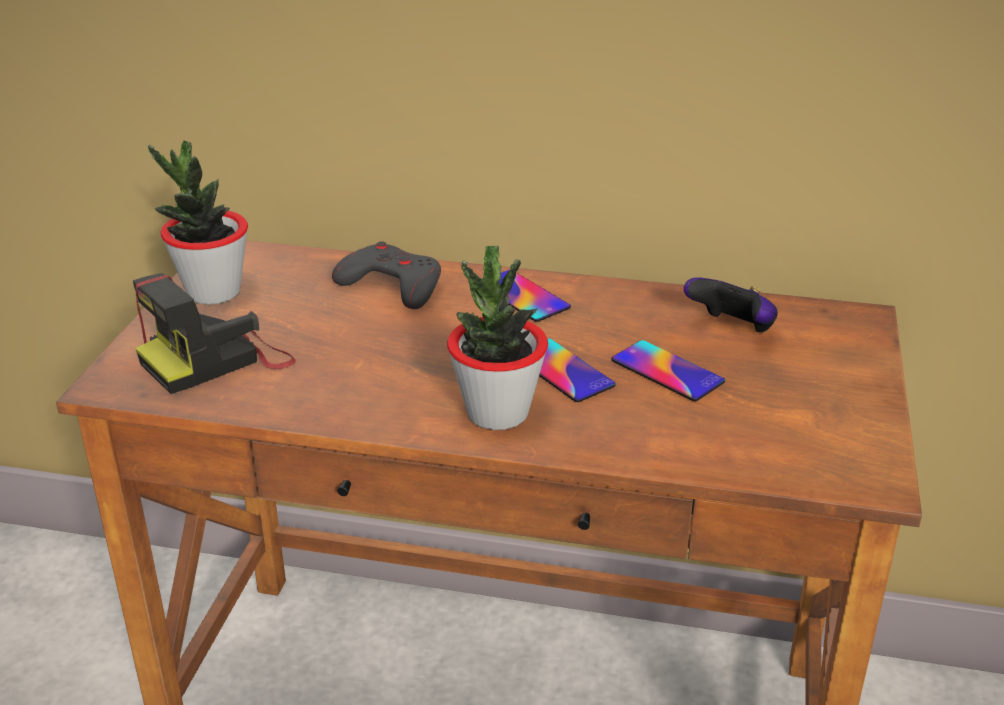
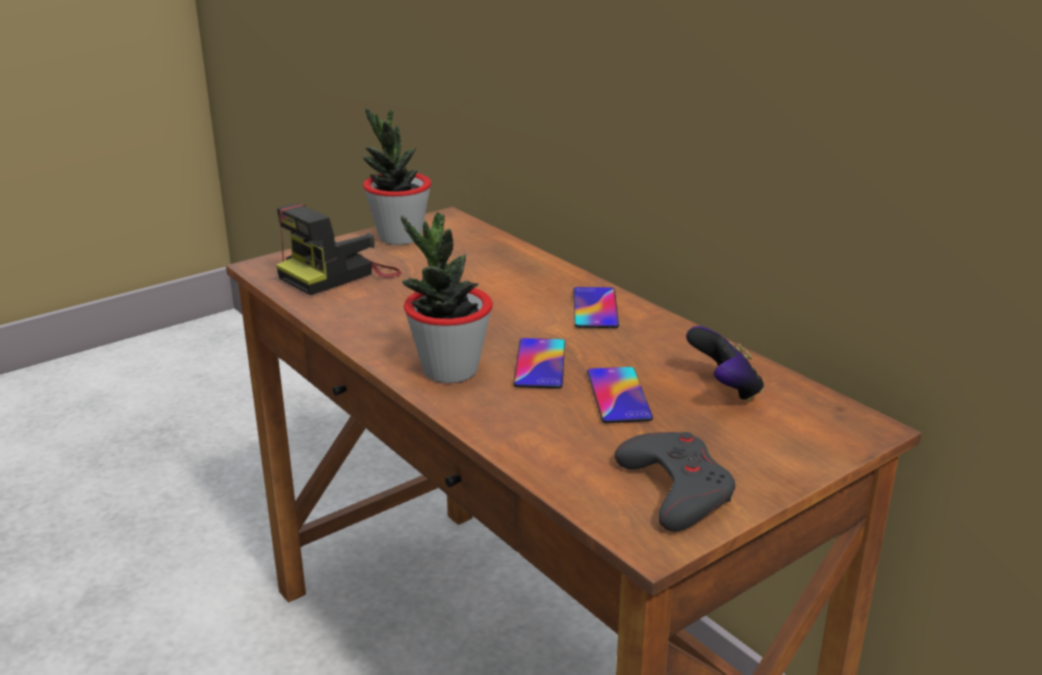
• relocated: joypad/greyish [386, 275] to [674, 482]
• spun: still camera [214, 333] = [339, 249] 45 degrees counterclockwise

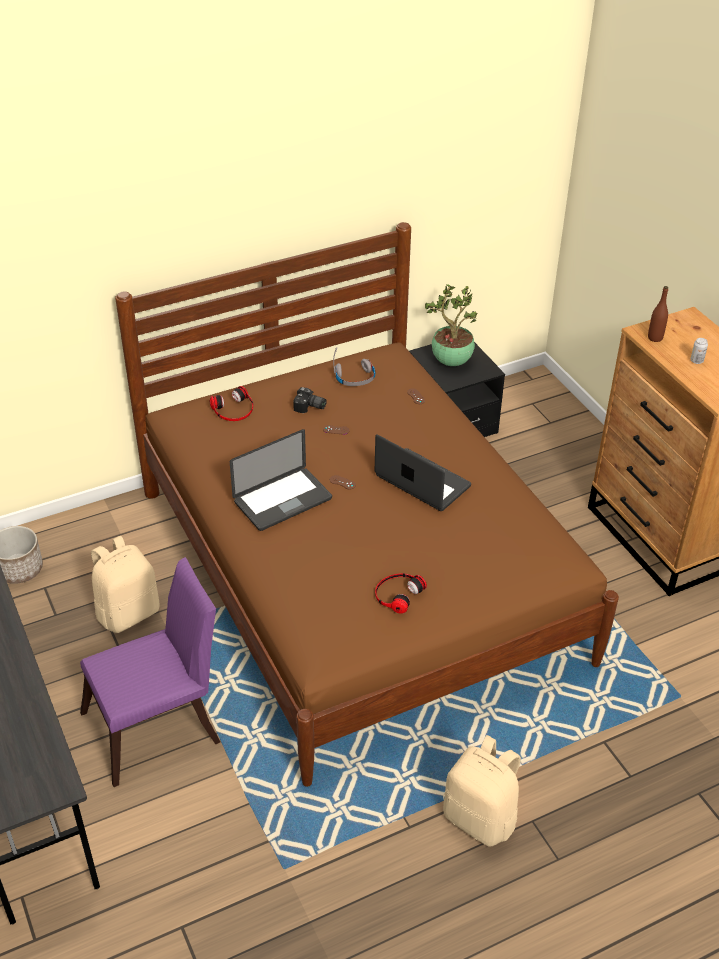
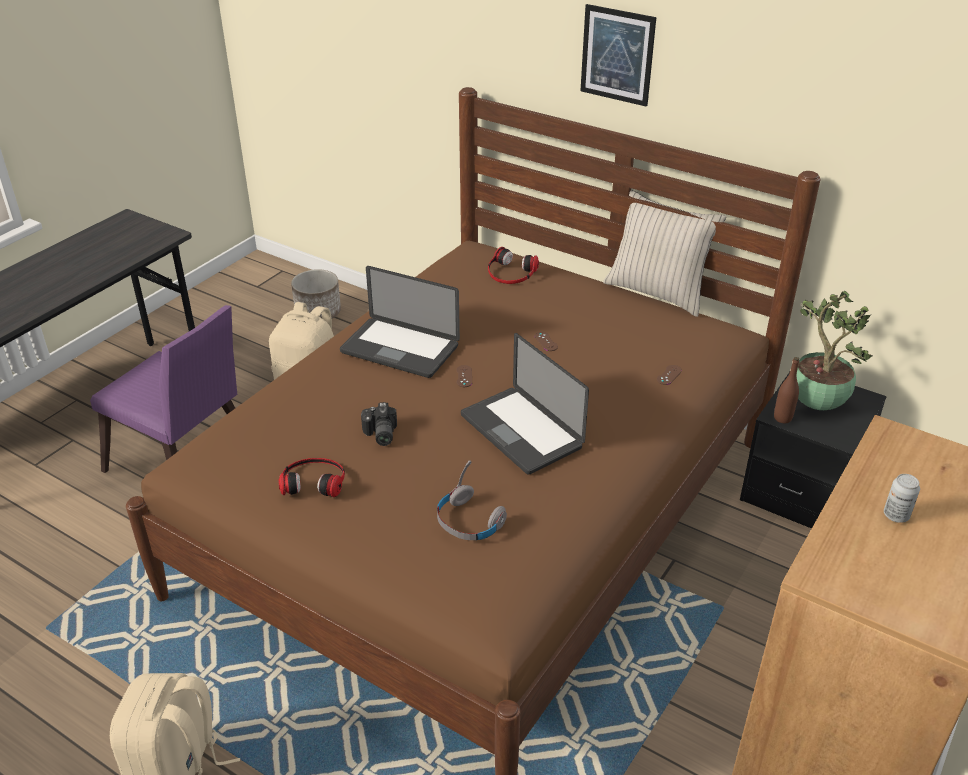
• relocated: beverage bottle/brownish [658, 314] to [786, 390]
• relocated: headset/greyish [354, 366] to [472, 500]
• relocated: still camera [310, 400] to [379, 424]
• spun: portable computer [423, 472] = [525, 403] 135 degrees clockwise
• appeared: wall picture [618, 55]
• appeared: throw pillow/sand-coloured [664, 253]

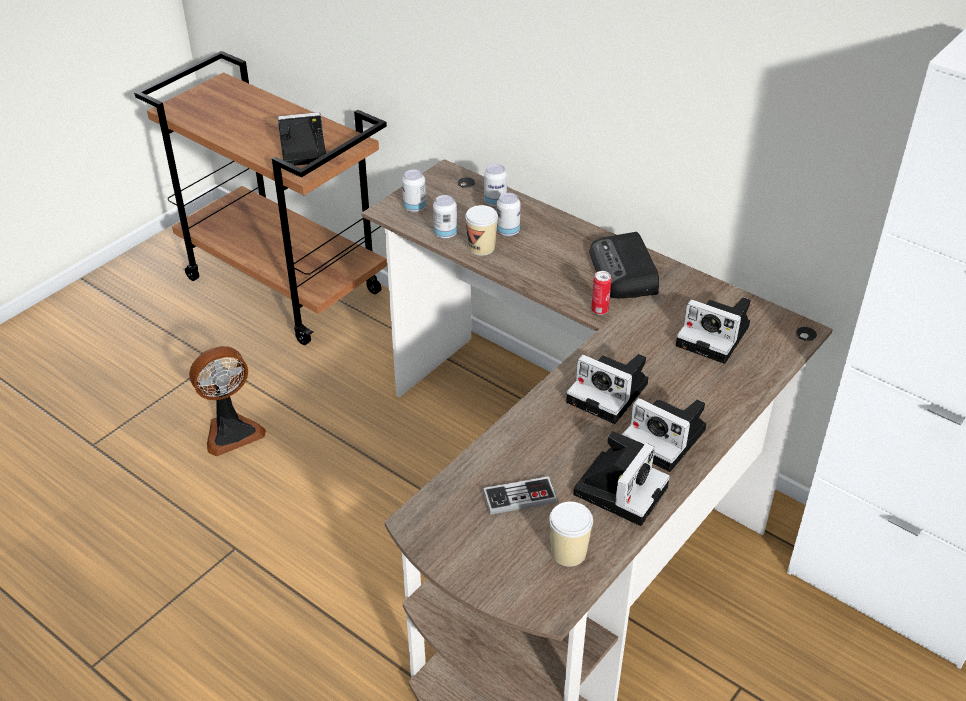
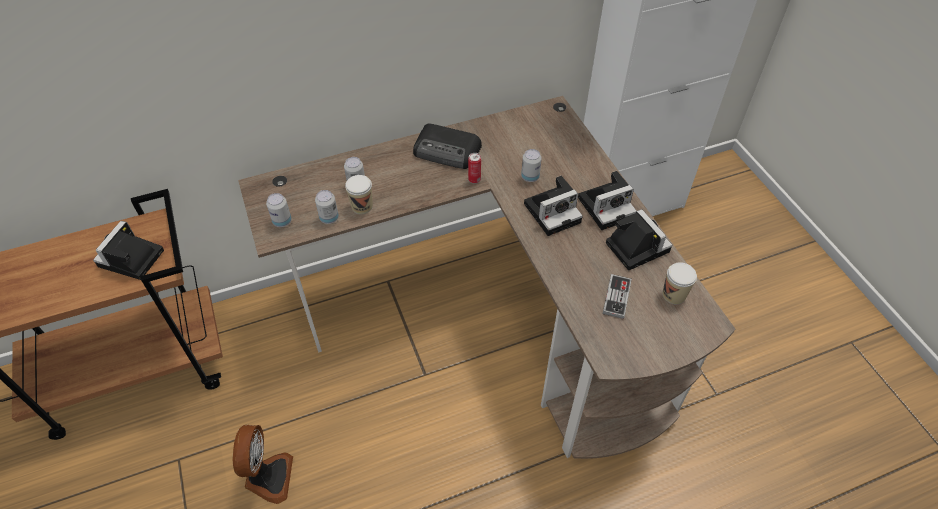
• relocated: sealed can [495, 185] to [531, 165]
• missing: still camera [713, 330]

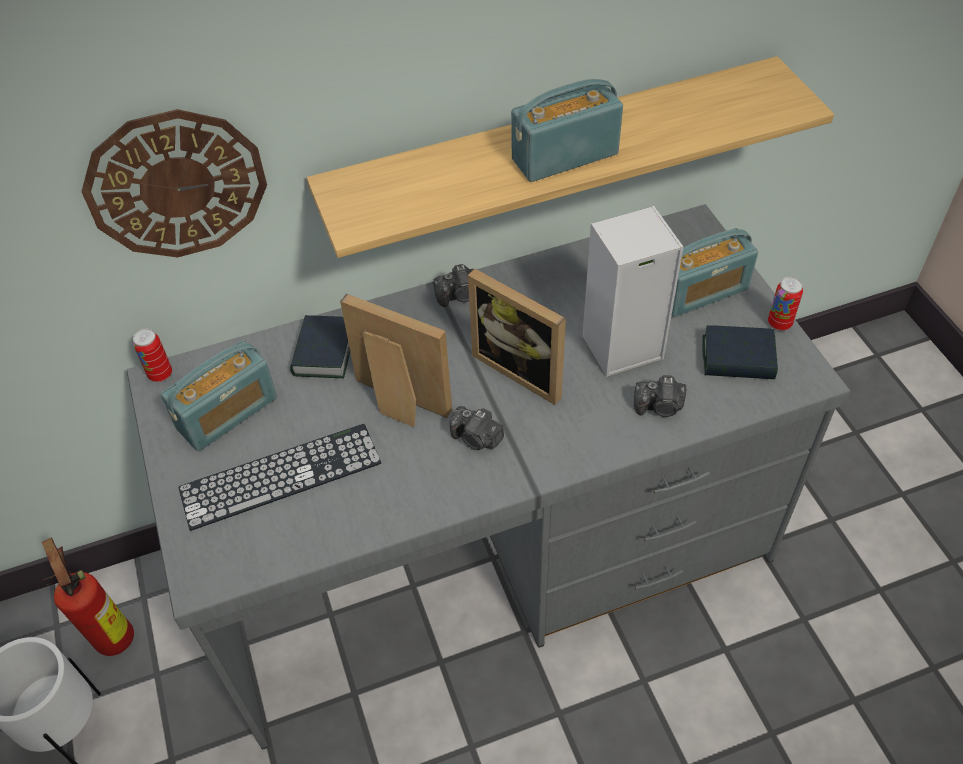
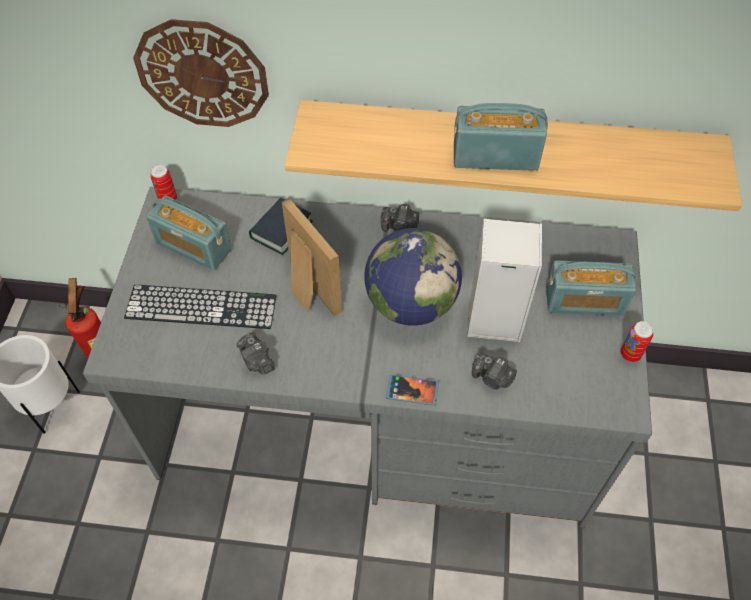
• exchanged: photo frame [517, 337] to globe [413, 277]
• missing: book [740, 352]
• spun: radio receiver [218, 395] = [189, 233] 45 degrees clockwise
• relocated: still camera [477, 428] to [256, 353]
• appeared: telephone [412, 389]

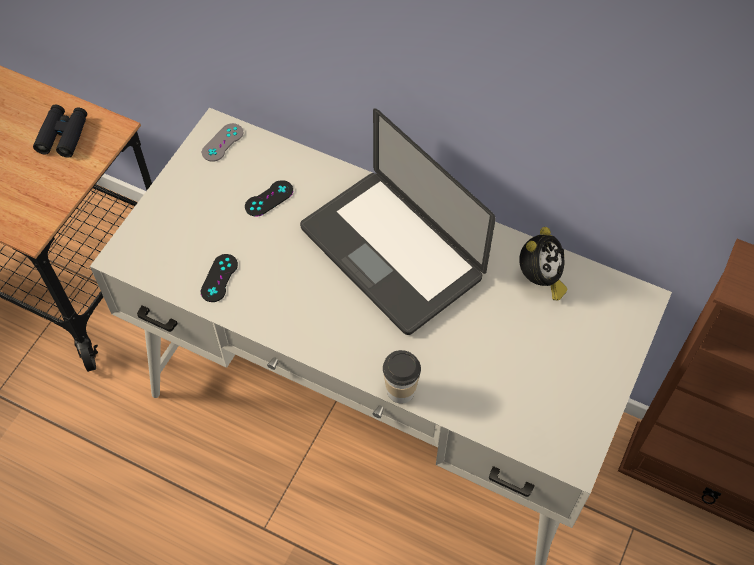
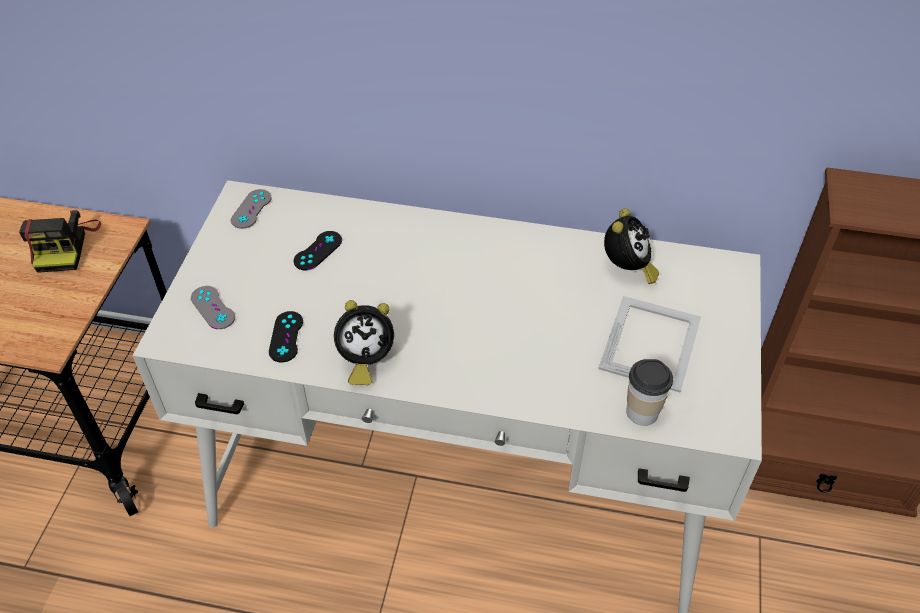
• exchanged: field glasses/black-coloured [60, 131] to still camera [60, 241]
• missing: portable computer [398, 221]
• relocated: cup [402, 377] to [649, 392]
• appeared: joypad/greyish [213, 307]
• appeared: photo frame [649, 344]
• appeared: bedside clock [364, 342]

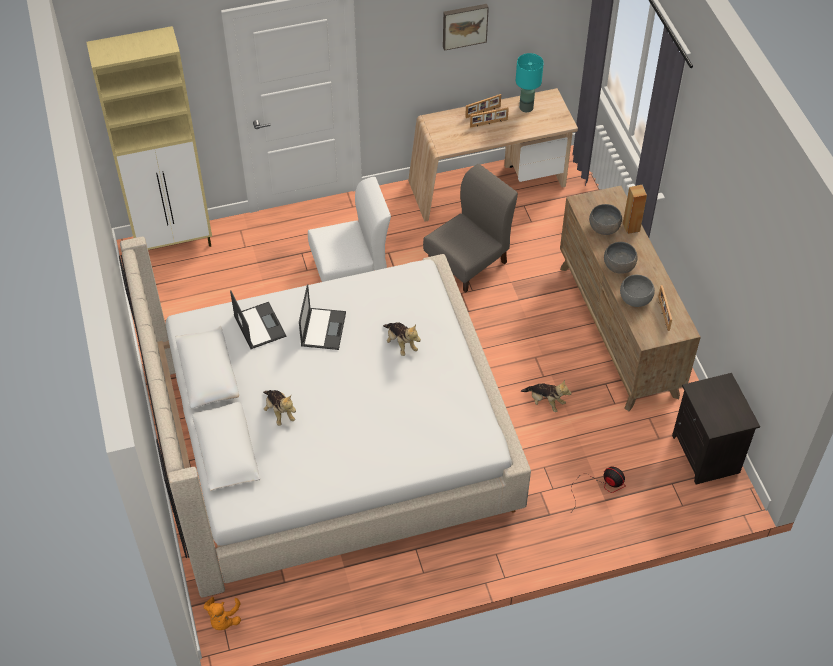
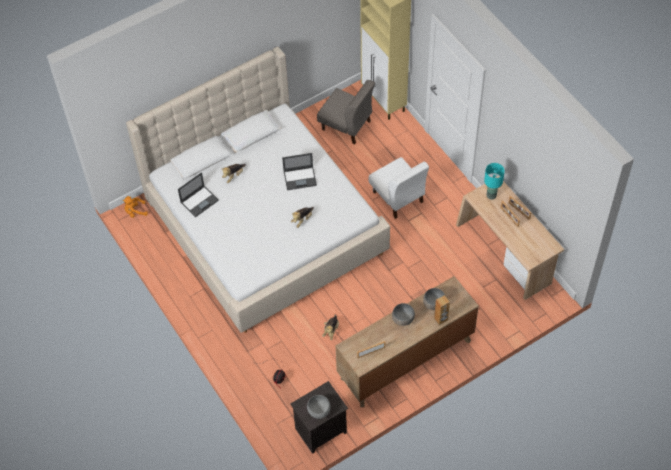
• missing: wall picture [466, 27]
• relocated: table lamp/blue-green [530, 82] to [494, 181]
• relocated: plain chair/greyish [470, 228] to [346, 112]
• relocated: bowl/greyish [637, 291] to [319, 407]
• relocated: portable computer [258, 319] to [198, 194]

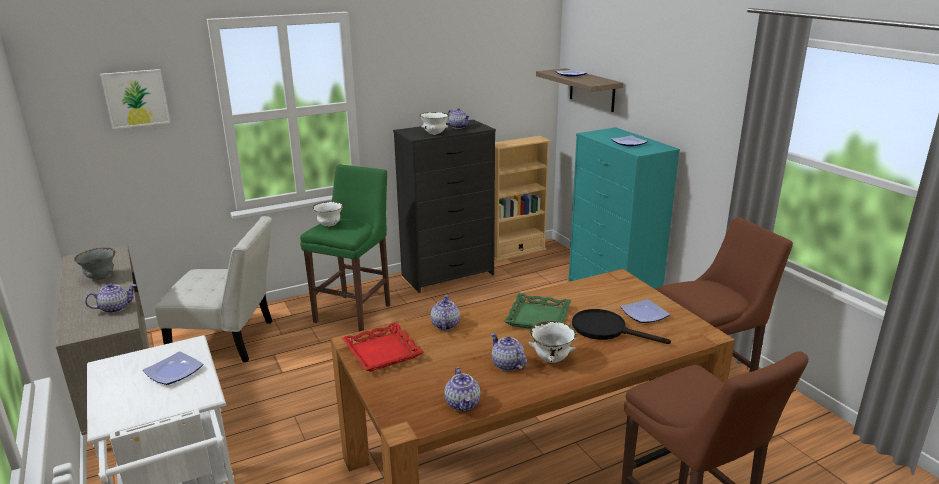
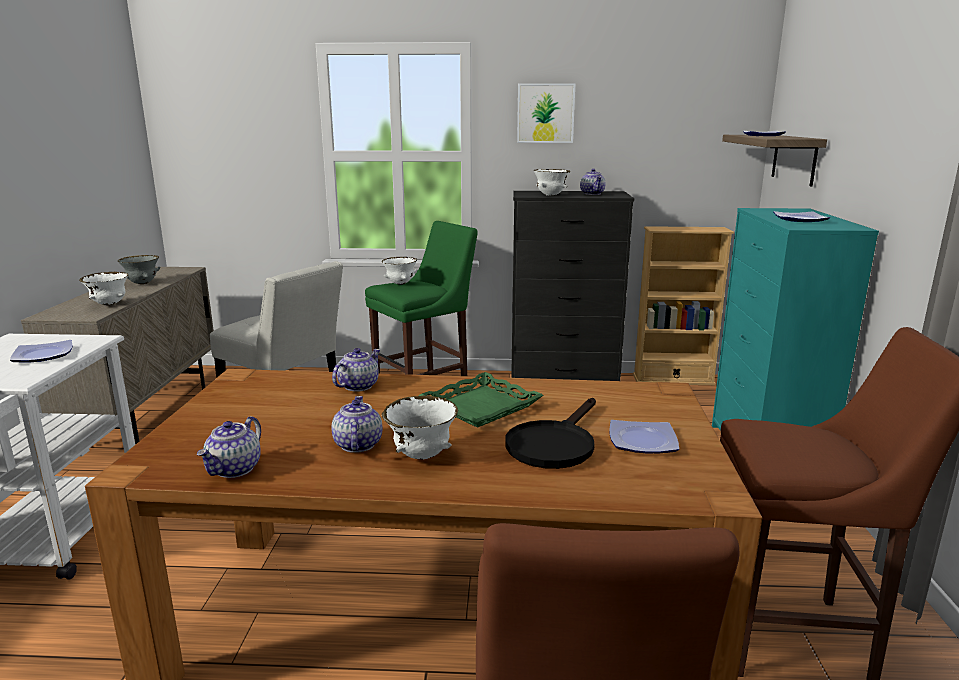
• relocated: wall picture [135, 99] to [546, 113]
• exchanged: pot for tea [110, 298] to bowl/whitish [103, 288]
• spun: pan/black-coloured [621, 326] = [550, 433] 120 degrees counterclockwise
• missing: serving tray/red-coloured [383, 347]

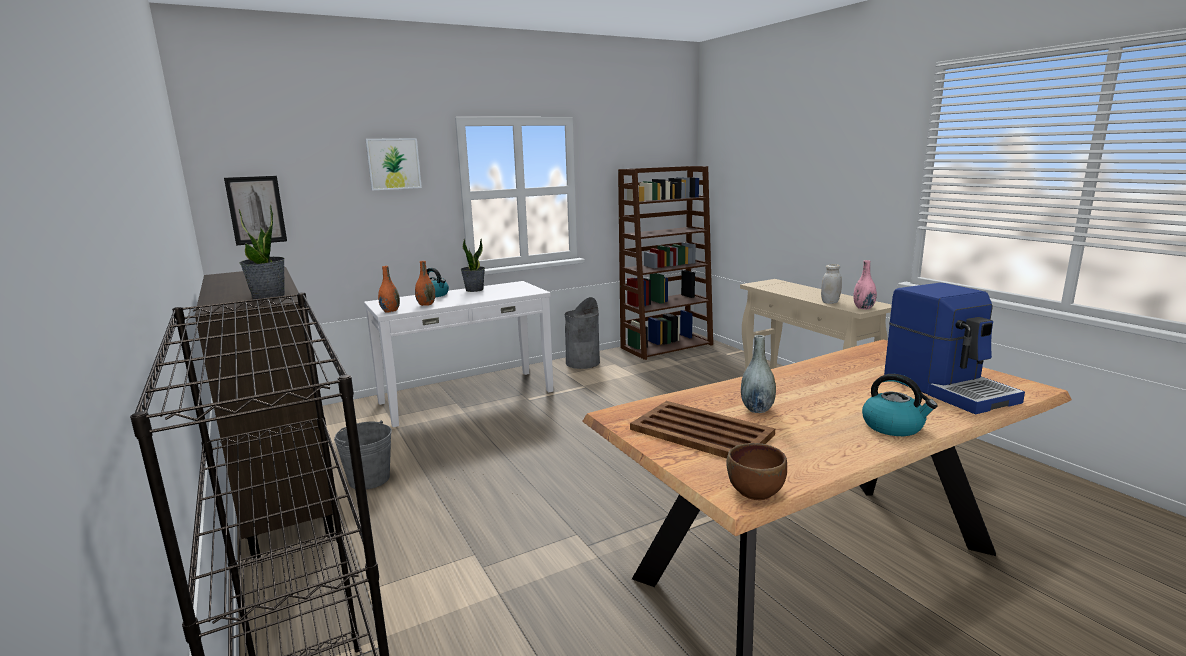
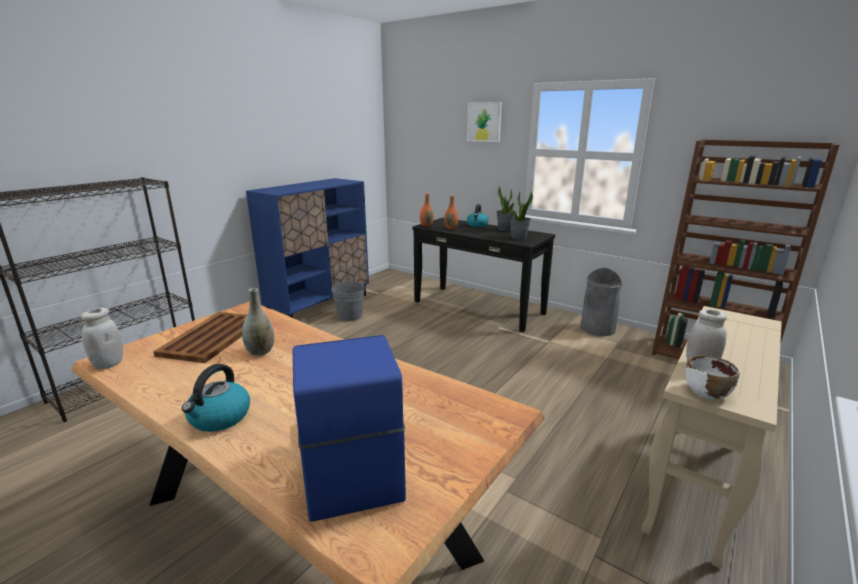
• missing: wall picture [255, 210]
• relocated: plant in a pot [262, 251] to [521, 215]
• exchanged: vase/pink [865, 284] to bowl/whitish [713, 377]
• colour: cupboard/brownish [265, 412] to cupboard/bluish [307, 248]
• colour: narrow table/whitish [459, 354] to narrow table/black-coloured [483, 275]
• spun: coffee maker [954, 348] = [349, 428] 120 degrees clockwise
• exchanged: bowl/brownish [757, 471] to preserve jar/whitish [102, 338]

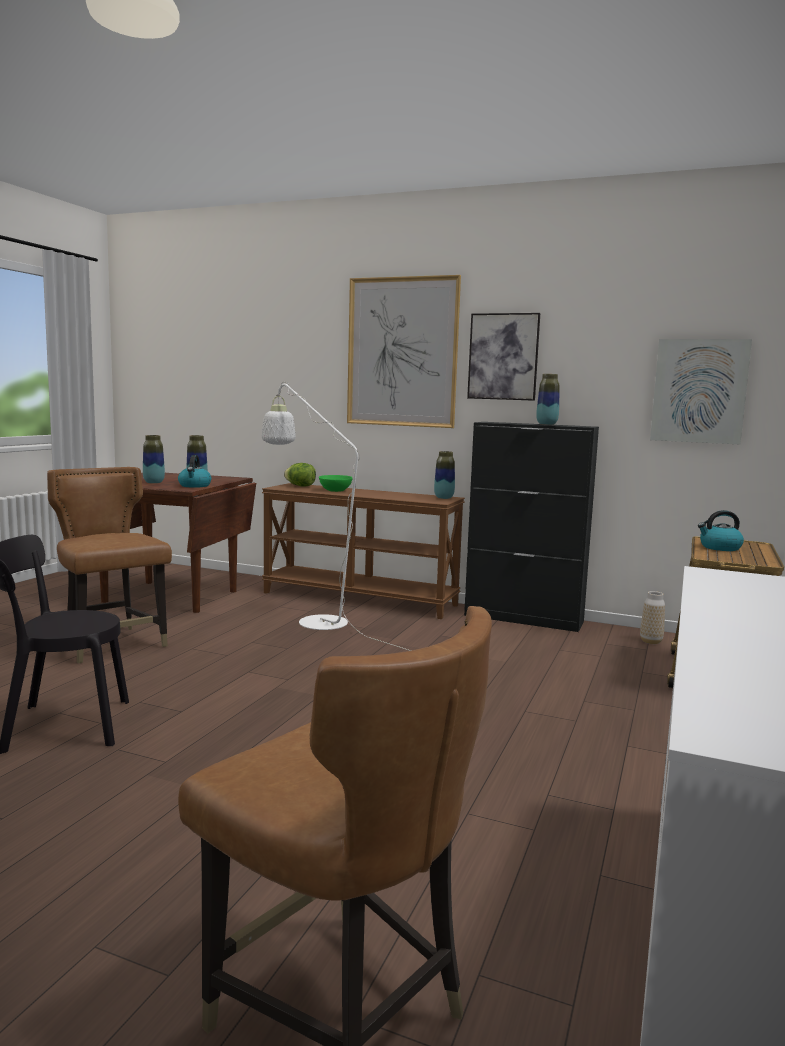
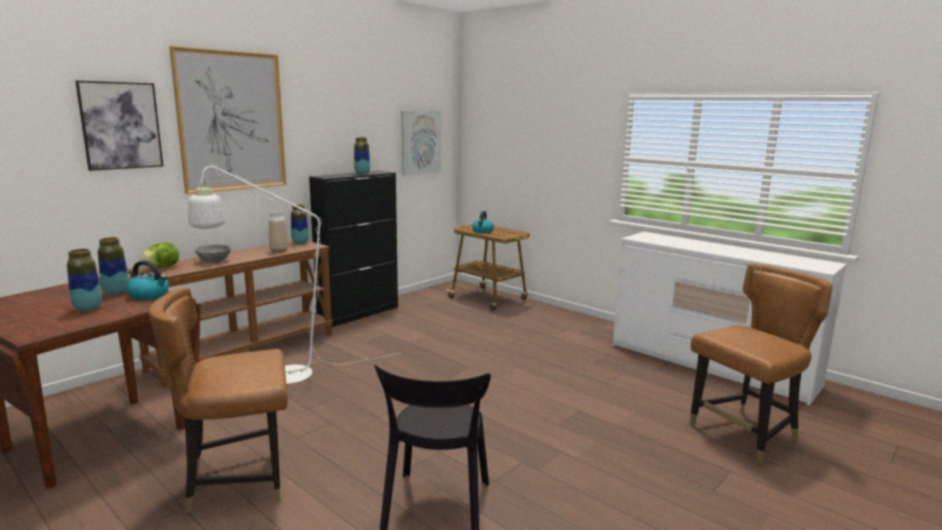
• relocated: wall picture [503, 357] to [119, 125]
• colour: bowl/greenish [336, 483] to bowl/greyish [213, 253]
• relocated: vase [652, 617] to [278, 231]

